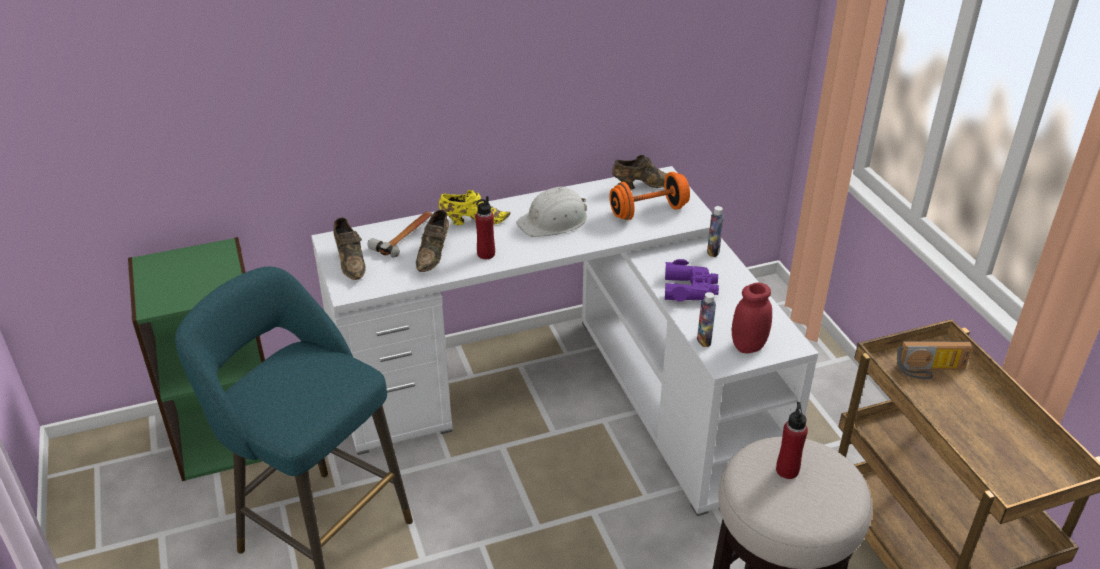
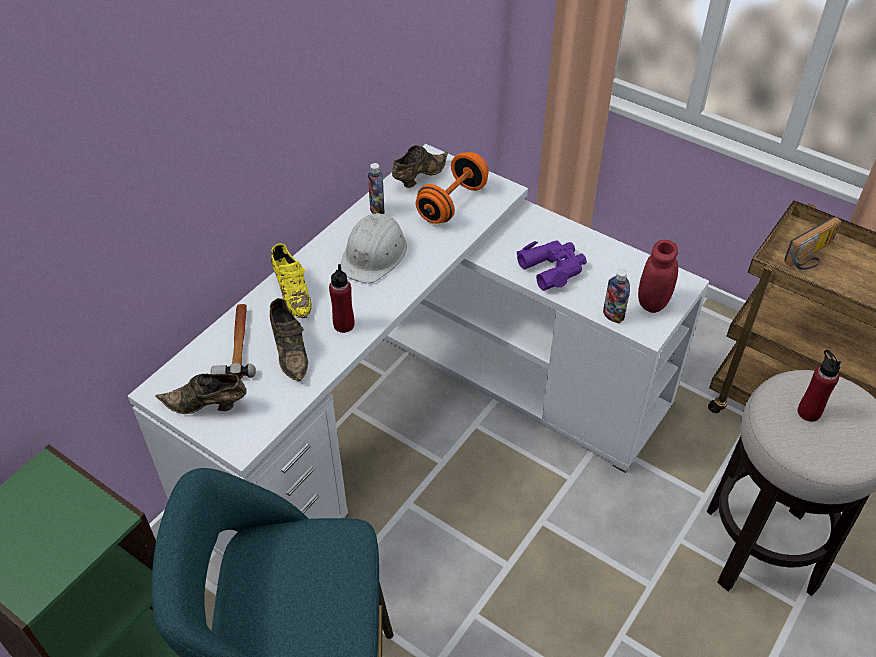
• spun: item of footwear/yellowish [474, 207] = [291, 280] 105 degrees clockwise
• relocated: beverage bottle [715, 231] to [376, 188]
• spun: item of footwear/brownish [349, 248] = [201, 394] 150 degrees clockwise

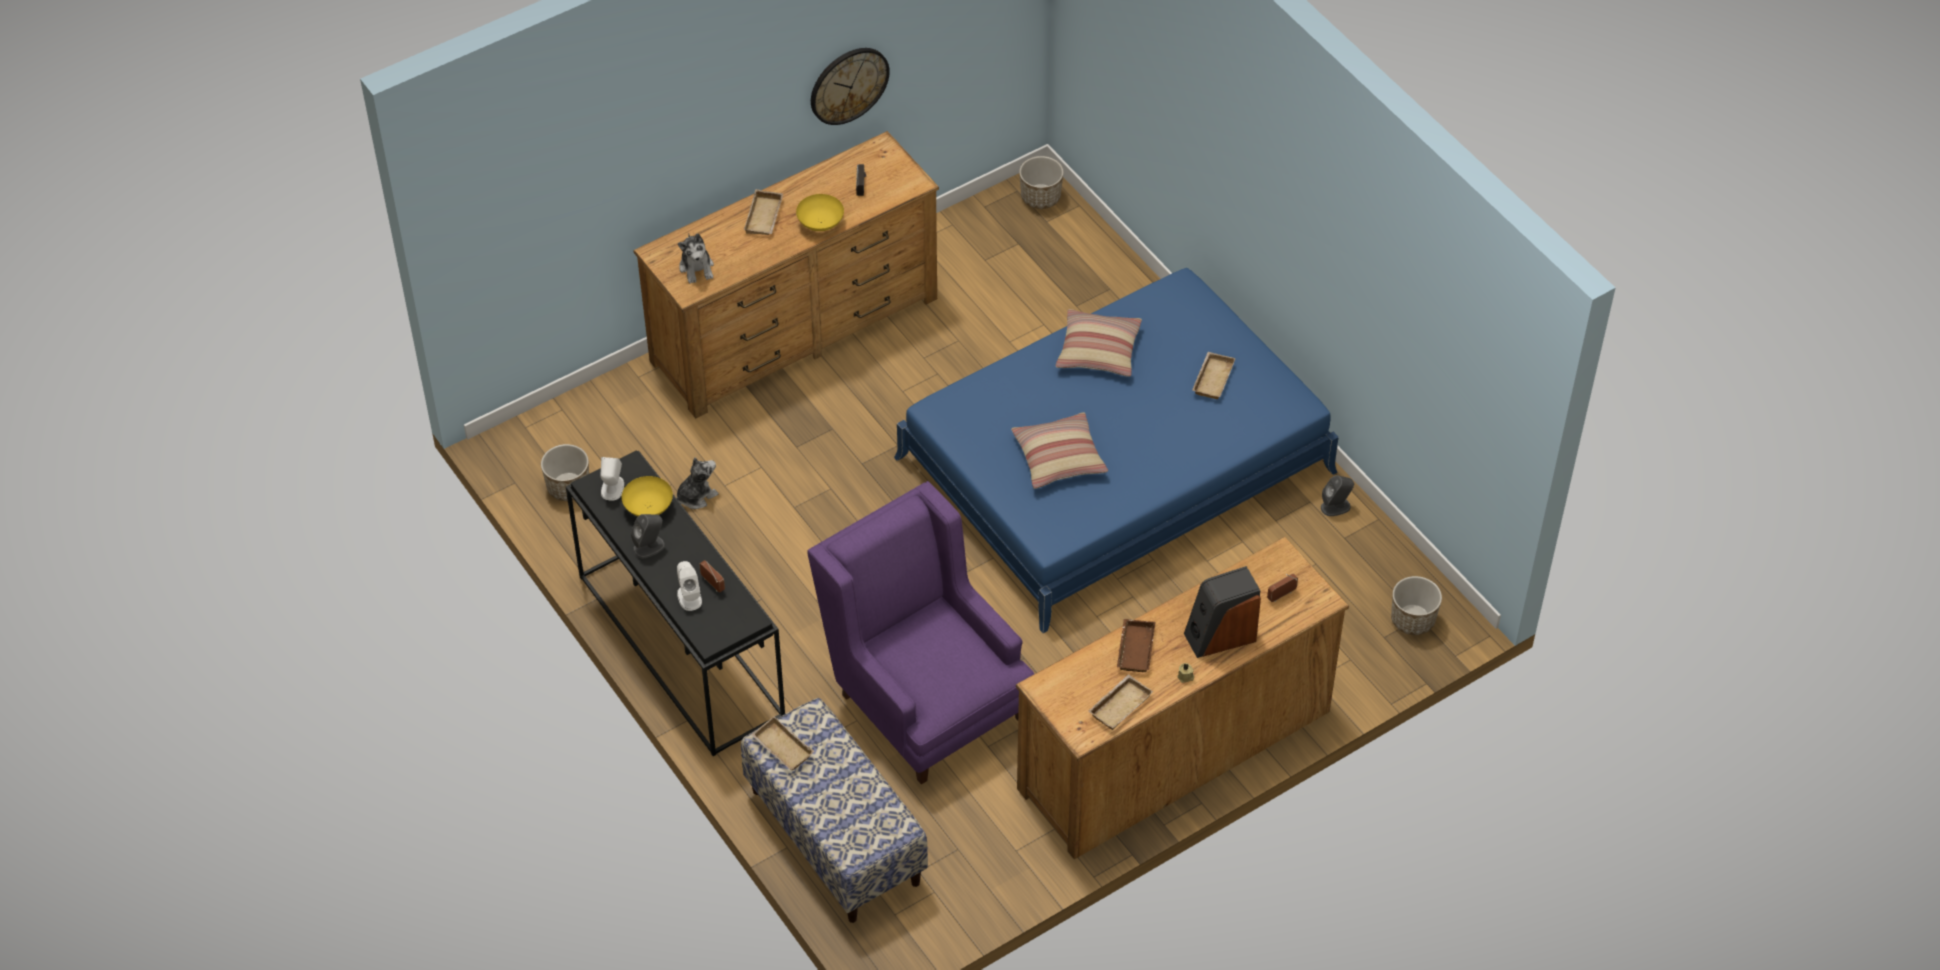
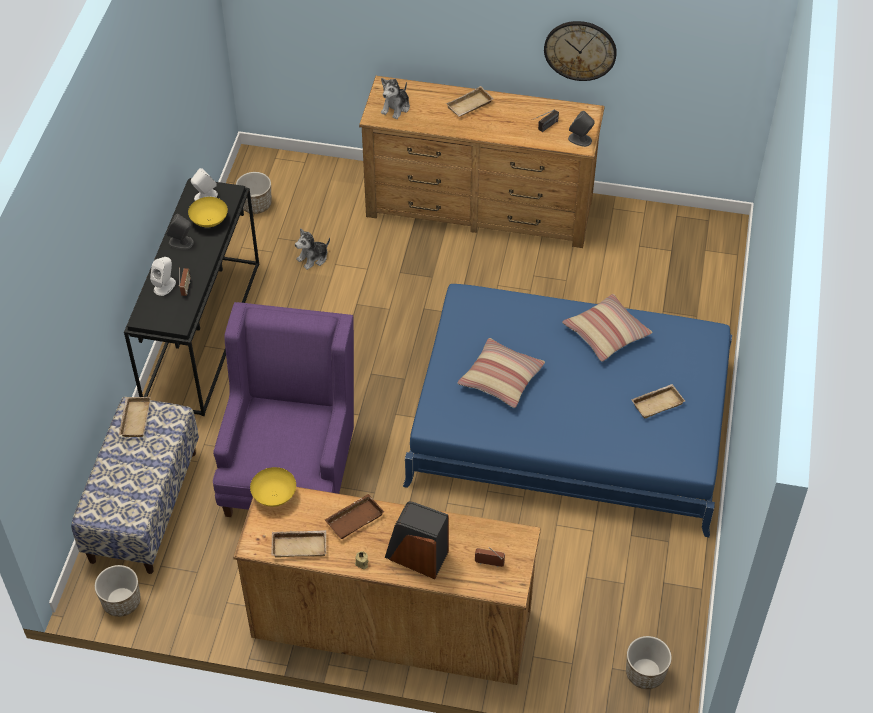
• relocated: flower pot [1041, 182] to [118, 591]
• relocated: bowl/yellowish [820, 212] to [273, 487]
• spun: cuddly toy [697, 483] = [312, 249] 135 degrees clockwise
• relocated: audio speaker/greyish [1337, 495] to [581, 129]

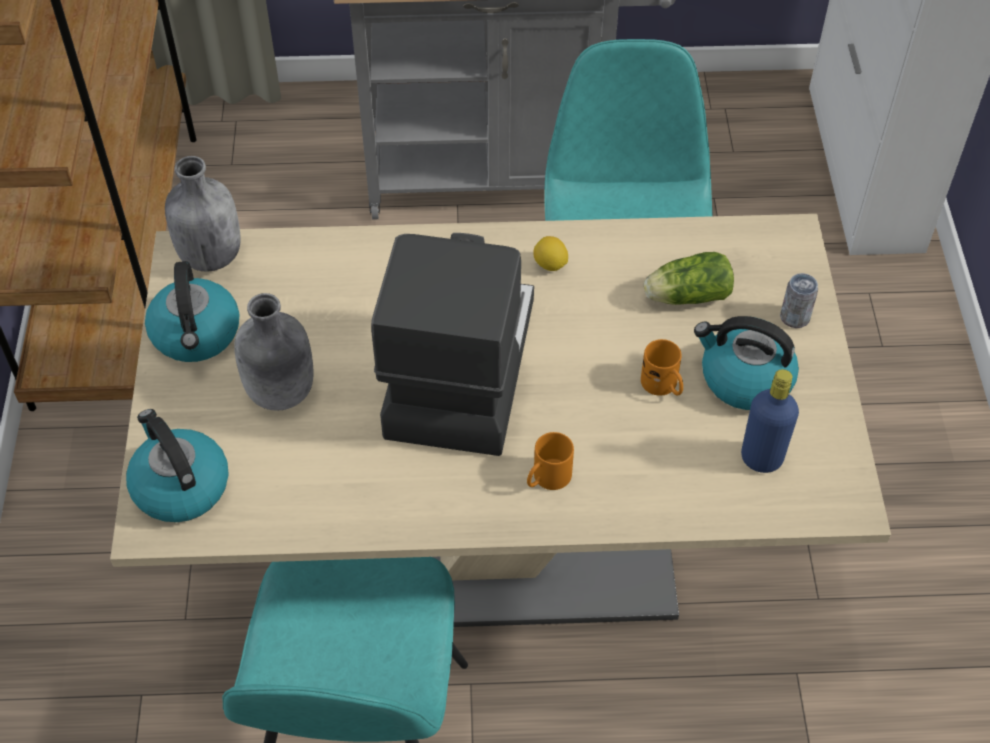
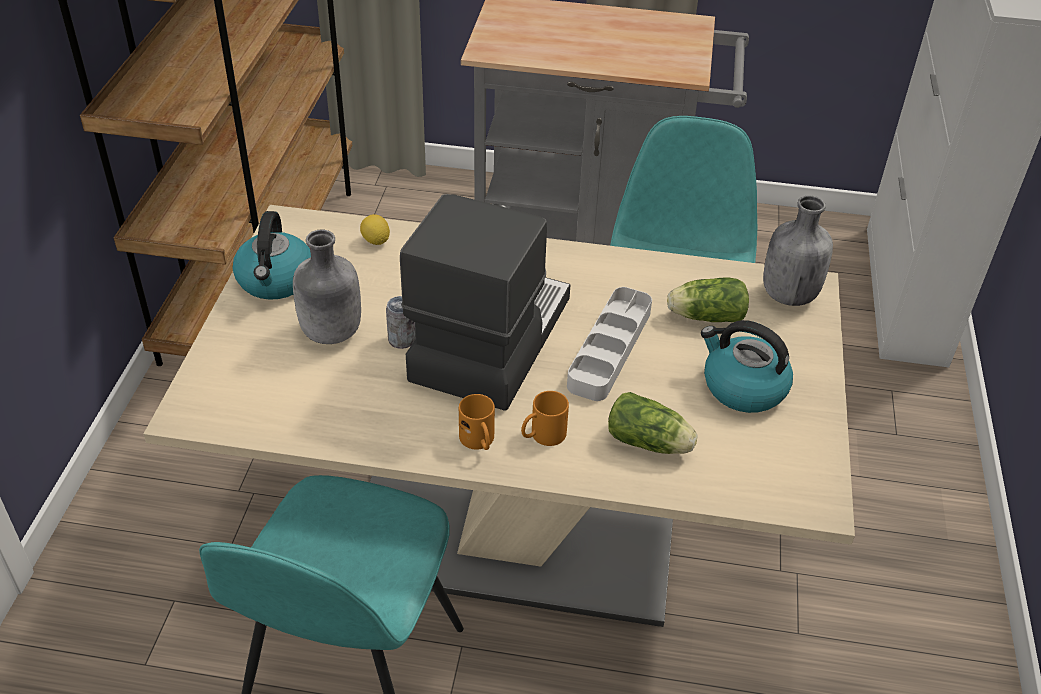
• relocated: beverage bottle/greyish [202, 213] to [798, 251]
• relocated: whole lemon [550, 253] to [375, 229]
• relocated: sealed can [799, 300] to [401, 322]
• relocated: coffee mug/orange-coloured [662, 367] to [477, 422]
• missing: beverage bottle/bluish [770, 421]
• missing: kettle [177, 465]
• appeared: serving tray/greyish [609, 344]
• appeared: lettuce [653, 423]

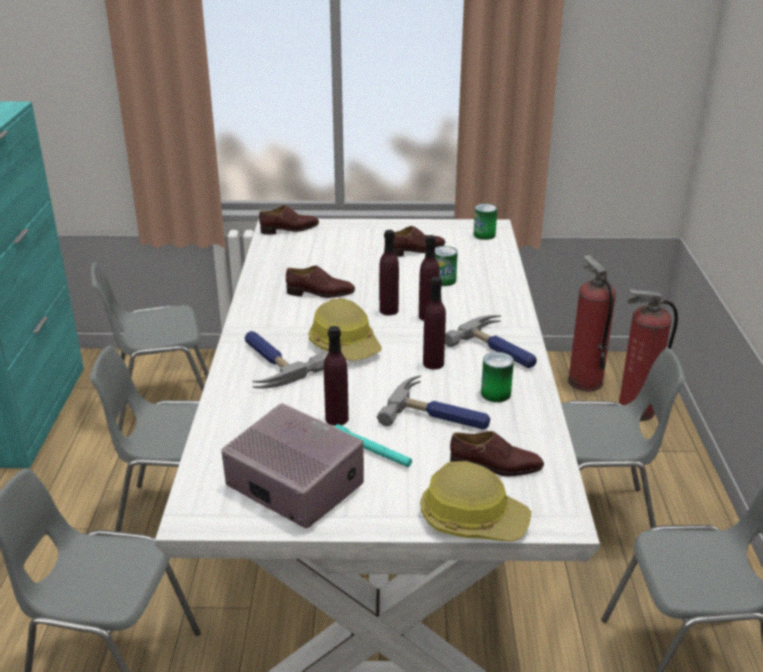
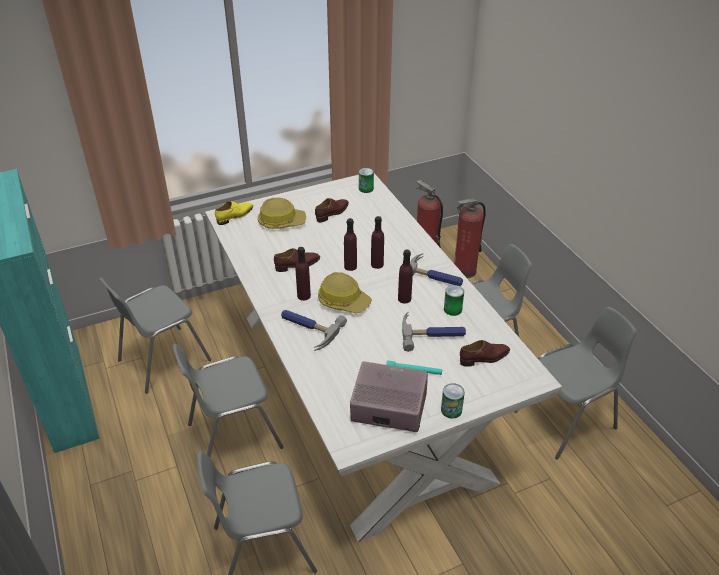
• colour: item of footwear/brownish [289, 219] to item of footwear/yellowish [234, 213]
• relocated: sealed can [446, 266] to [453, 401]
• relocated: beverage bottle/purple-coloured [336, 376] to [303, 274]
• relocated: work helmet [476, 501] to [282, 213]

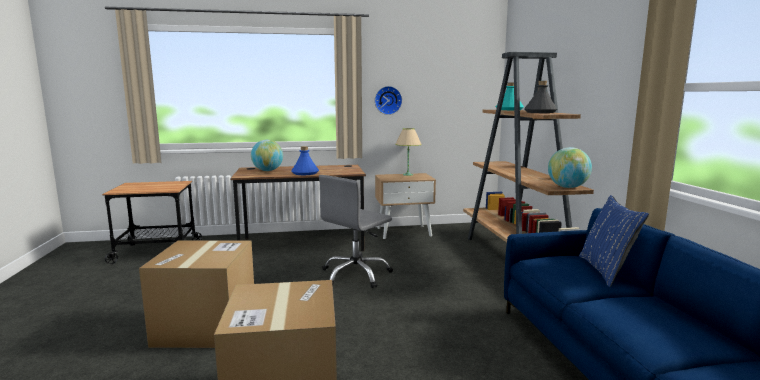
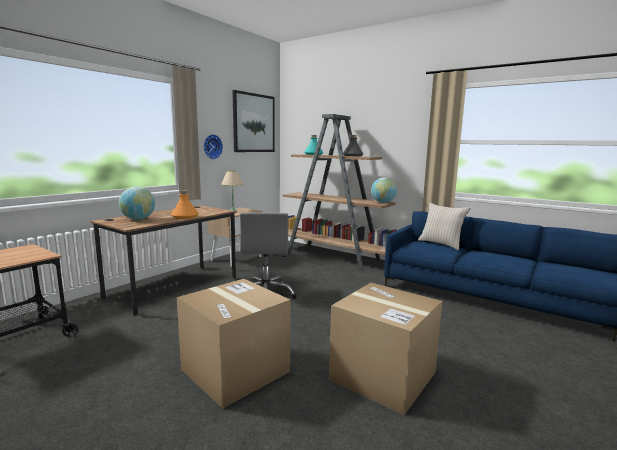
• colour: beverage bottle/bluish [305, 160] to beverage bottle/orange-coloured [185, 204]
• colour: throw pillow/bluish [614, 241] to throw pillow/sand-coloured [444, 226]
• appeared: wall picture [253, 121]

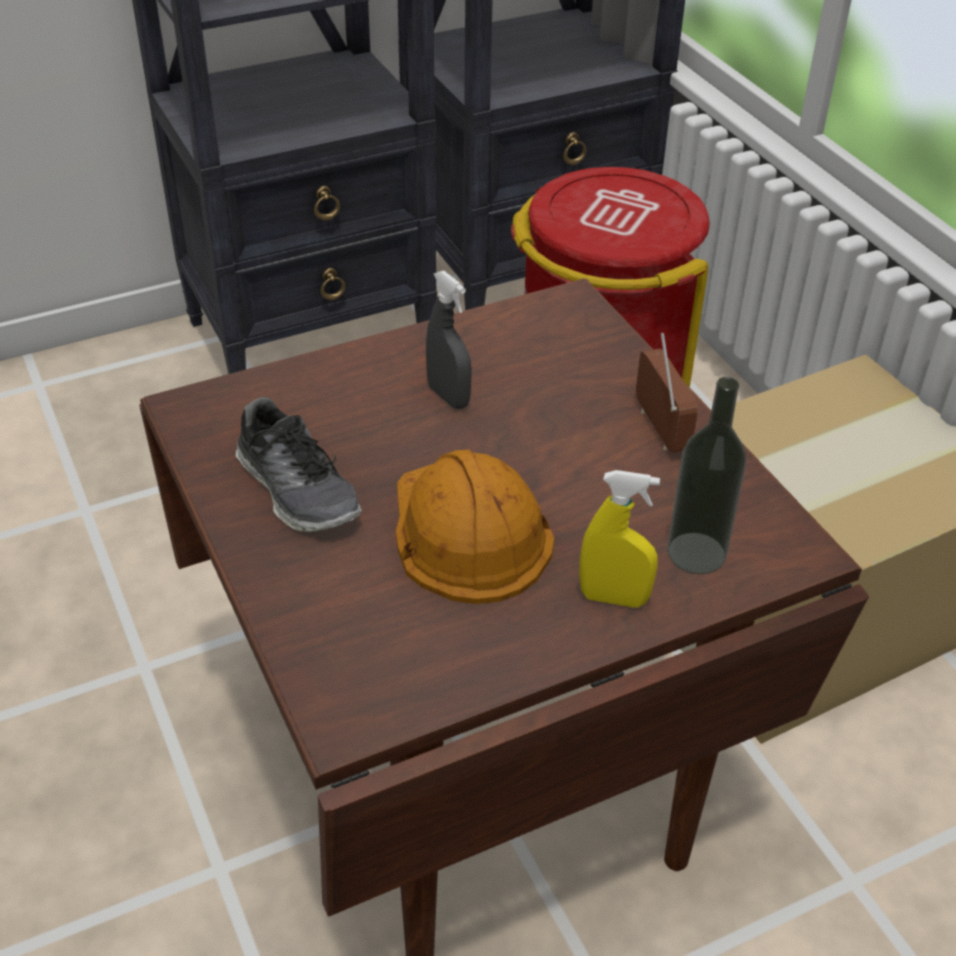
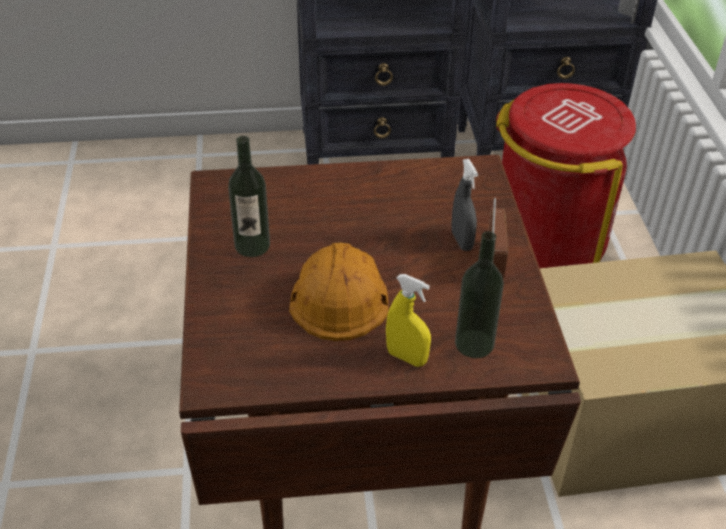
• relocated: hand sprayer/greyish [449, 339] to [464, 205]
• exchanged: item of footwear [299, 464] to beverage bottle [249, 196]

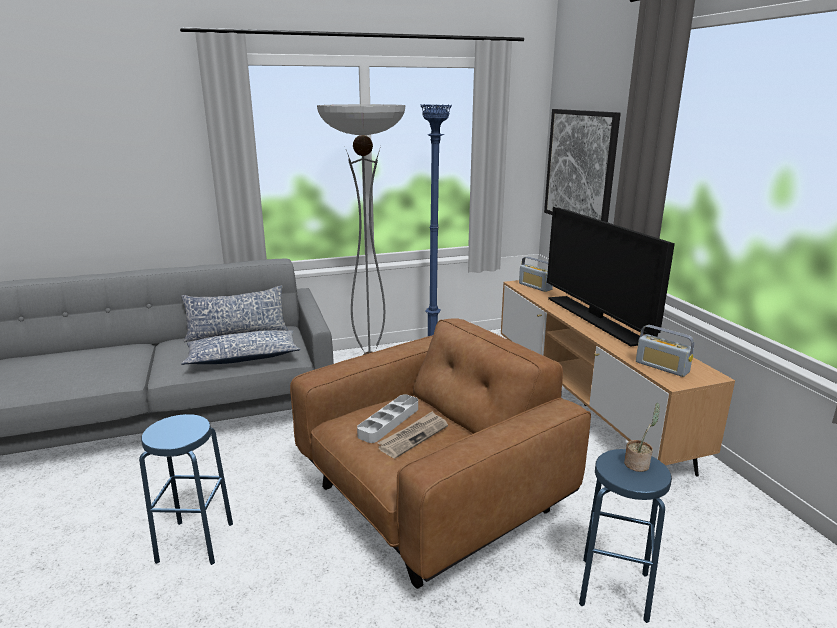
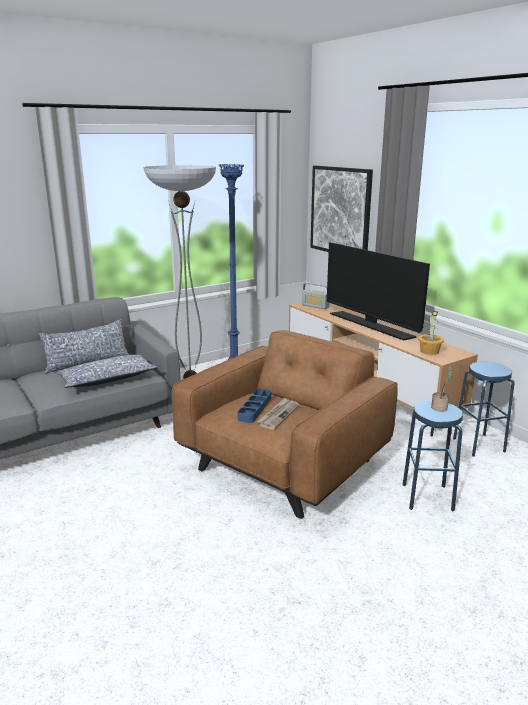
• exchanged: radio receiver [665, 351] to plant in a pot [431, 333]
• colour: serving tray/greyish [387, 418] to serving tray/bluish [254, 406]
• relocated: sitting stool/bluish [186, 489] to [483, 409]

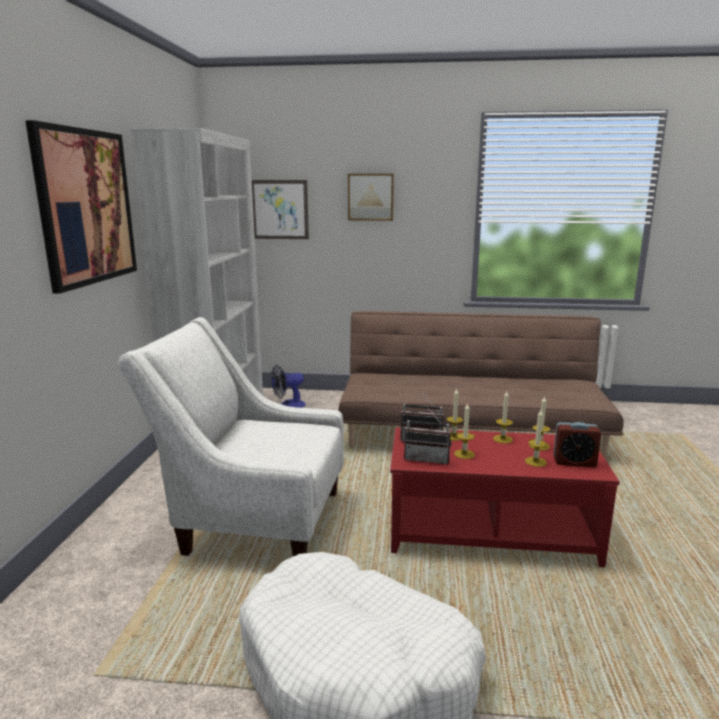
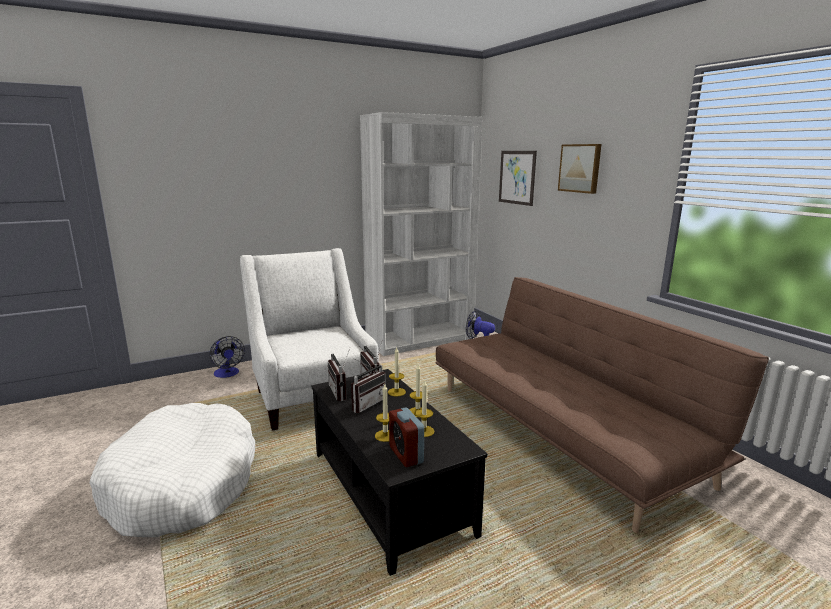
• missing: wall picture [81, 207]
• exchanged: candle [464, 431] to radio receiver [368, 386]
• colour: coffee table/red-coloured [505, 497] to coffee table/black-coloured [400, 472]
• appeared: electric fan [227, 357]

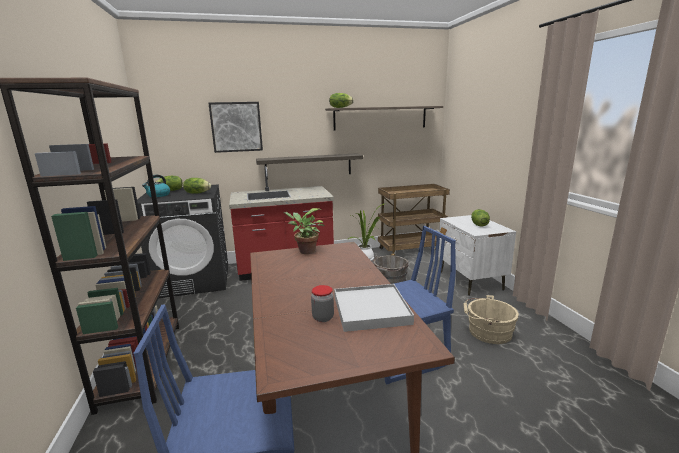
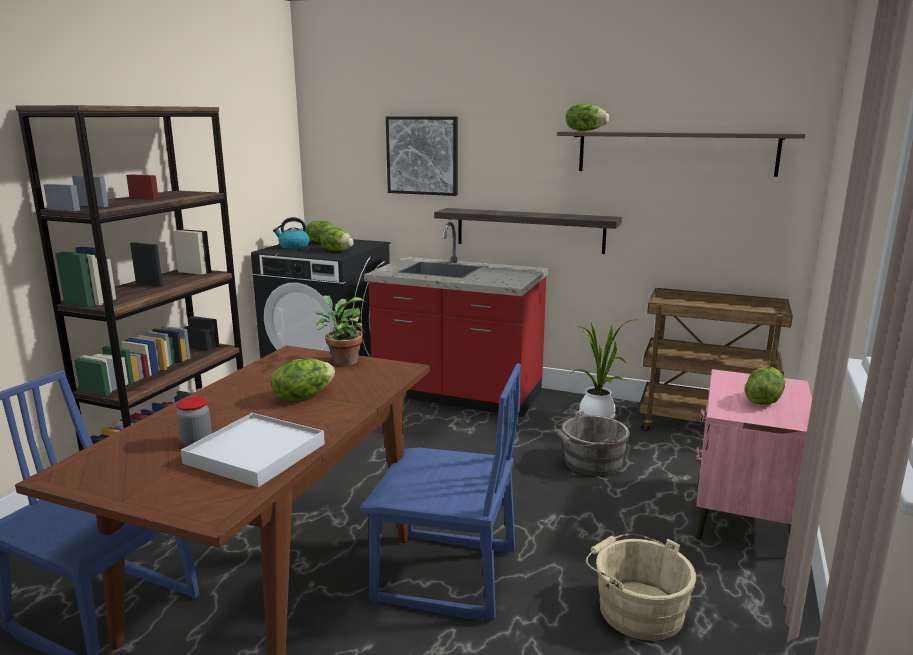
• colour: nightstand/whitish [477, 255] to nightstand/pink [753, 454]
• appeared: lettuce [303, 379]

